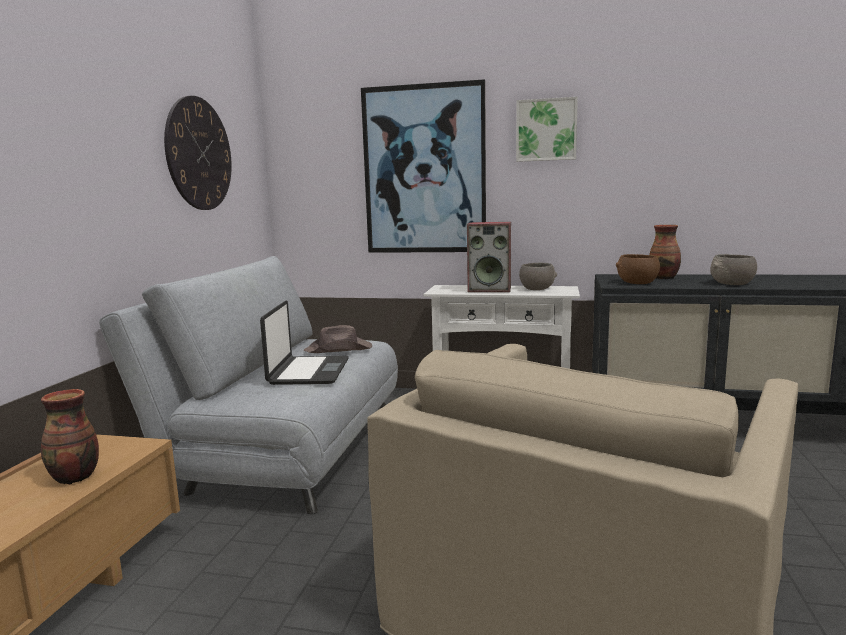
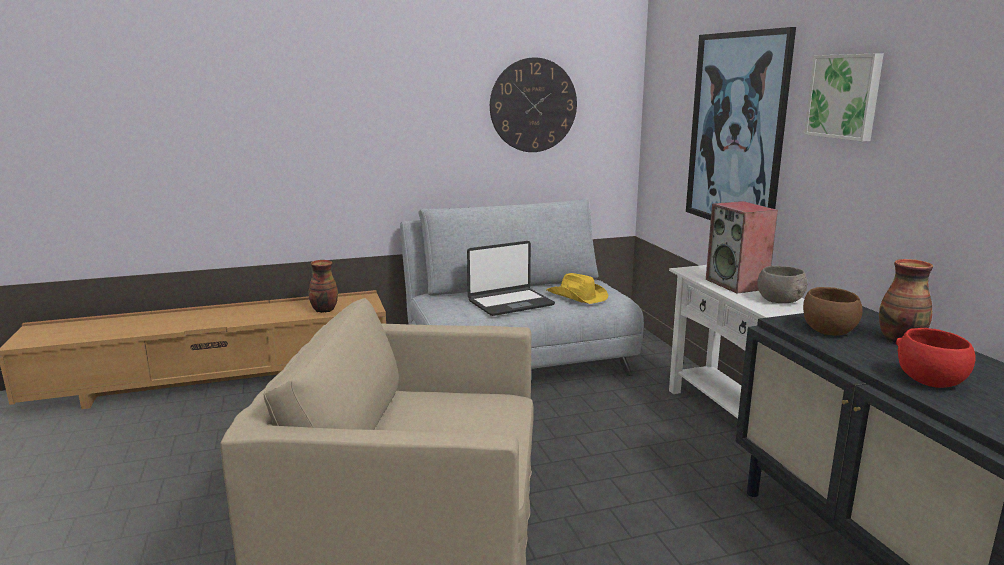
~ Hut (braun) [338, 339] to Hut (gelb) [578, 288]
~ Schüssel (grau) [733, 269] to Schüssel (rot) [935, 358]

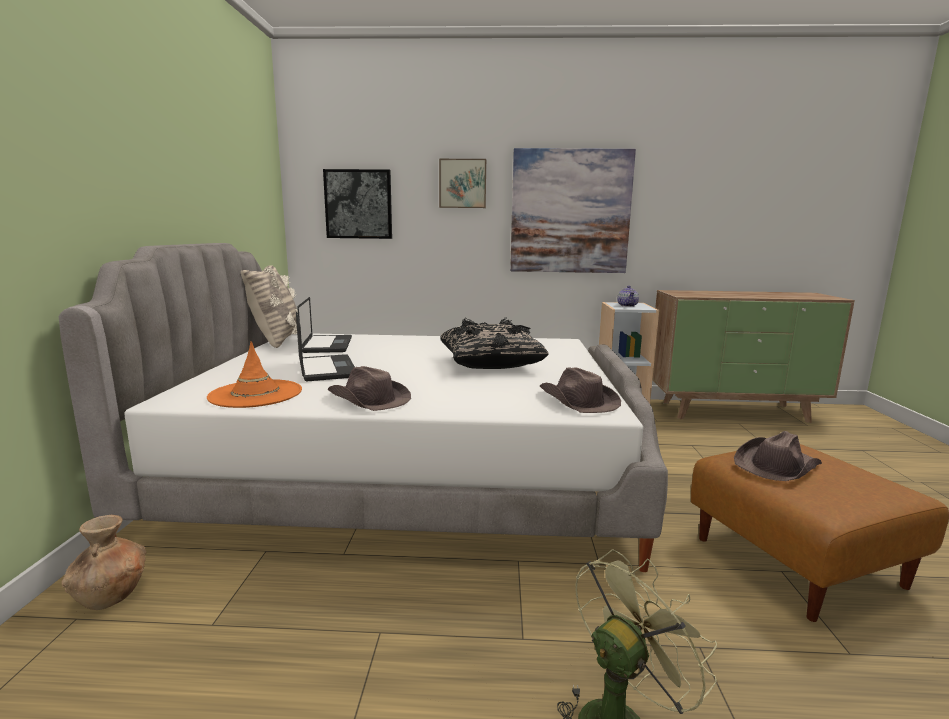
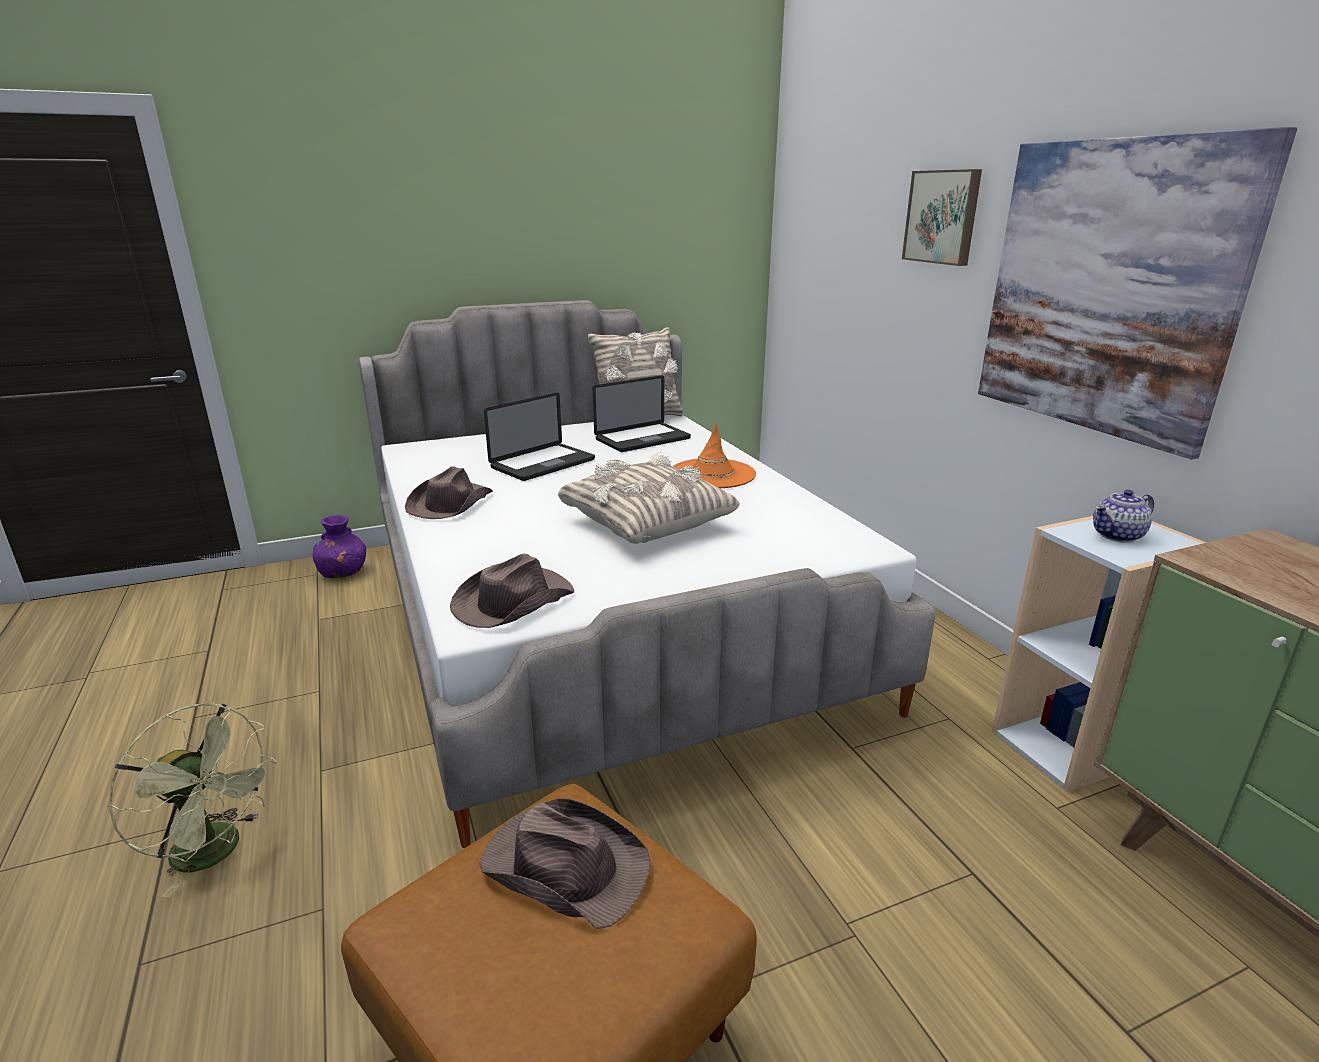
~ Vase (braun) [104, 562] to Vase (lila) [339, 546]
~ Kissen (schwarz) [494, 343] to Kissen (beige) [649, 497]
~ Hut (orange) [254, 374] to [714, 455]
- Bild [357, 204]

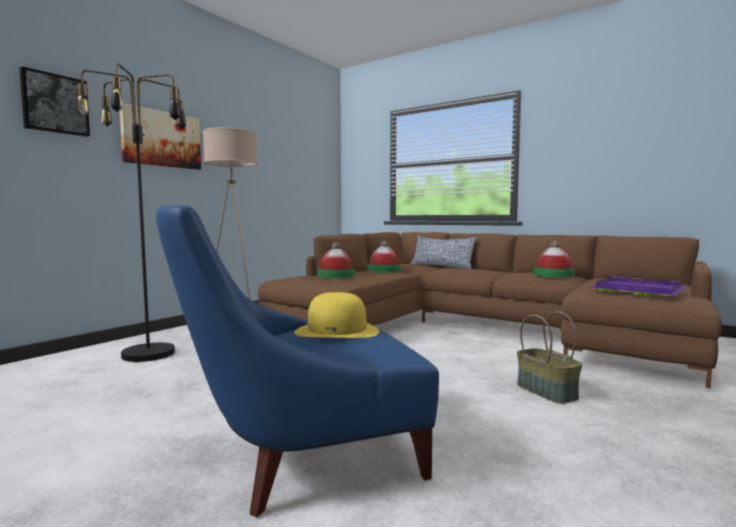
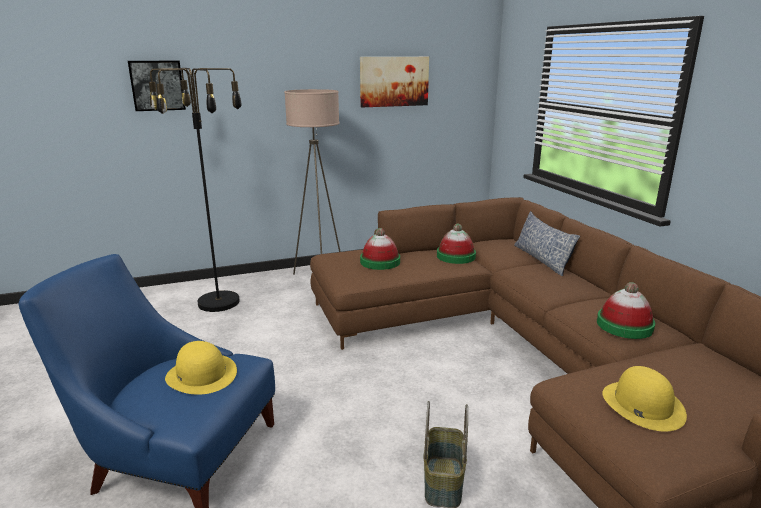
~ Bild [160, 136] to [394, 82]
~ Tablett (lila) [638, 286] to Hut (gelb) [644, 399]

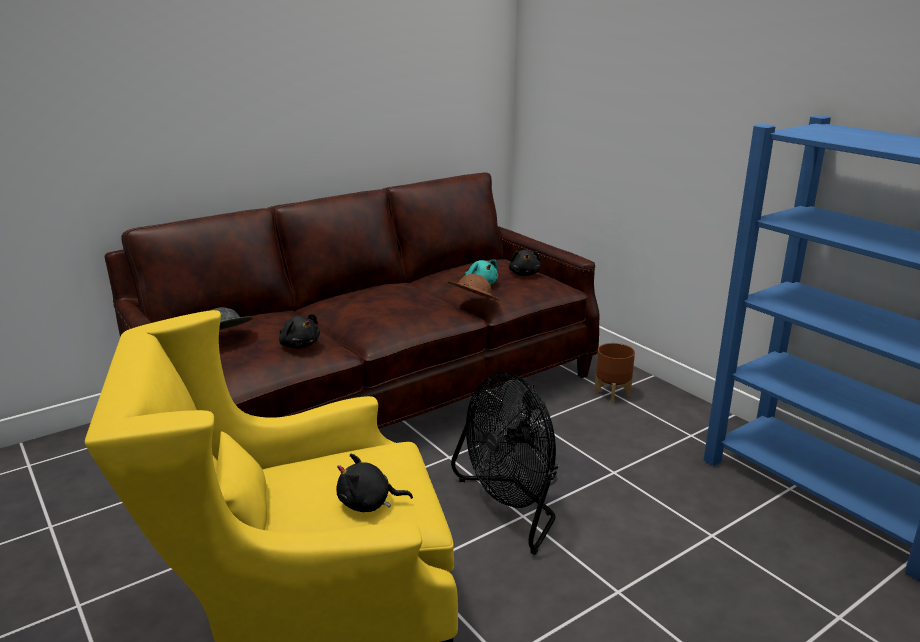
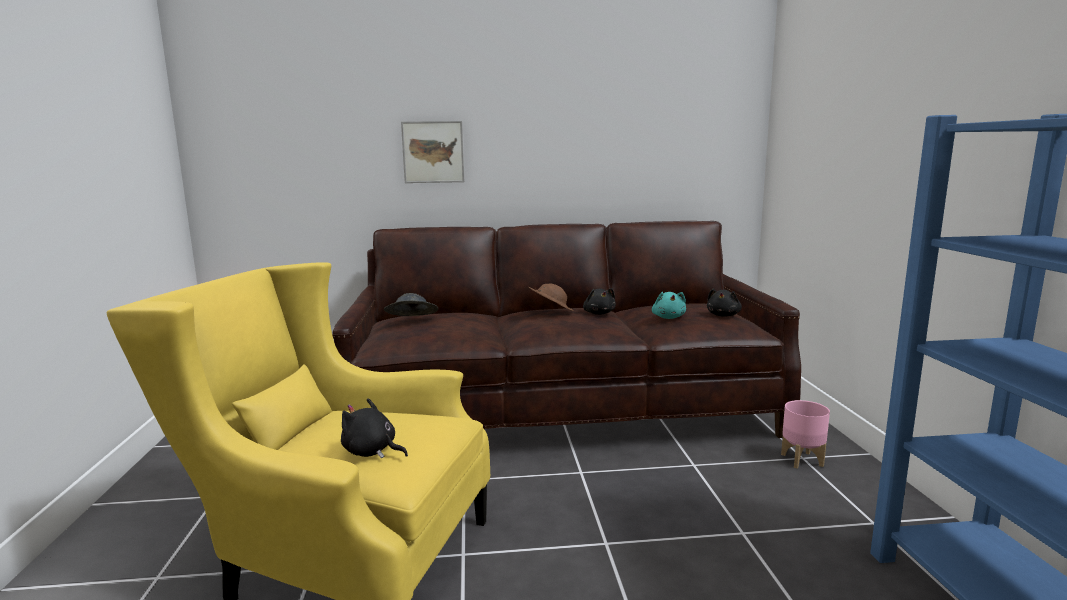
+ Bild [432, 152]
~ Hut (braun) [473, 287] to [551, 297]
~ Plüschtier (schwarz) [299, 331] to [599, 301]
~ Pflanzkübel (braun) [614, 373] to Pflanzkübel (rosa) [805, 434]
- Ventilator (schwarz) [505, 463]

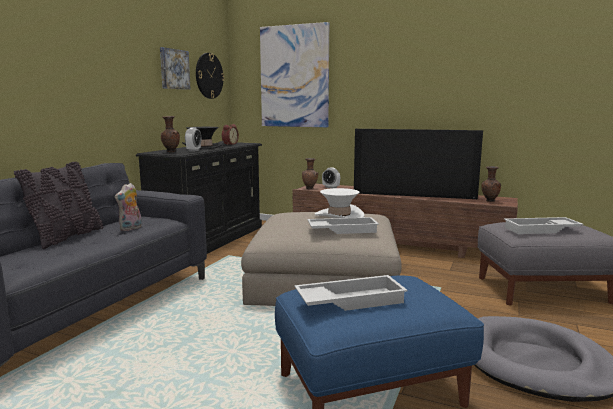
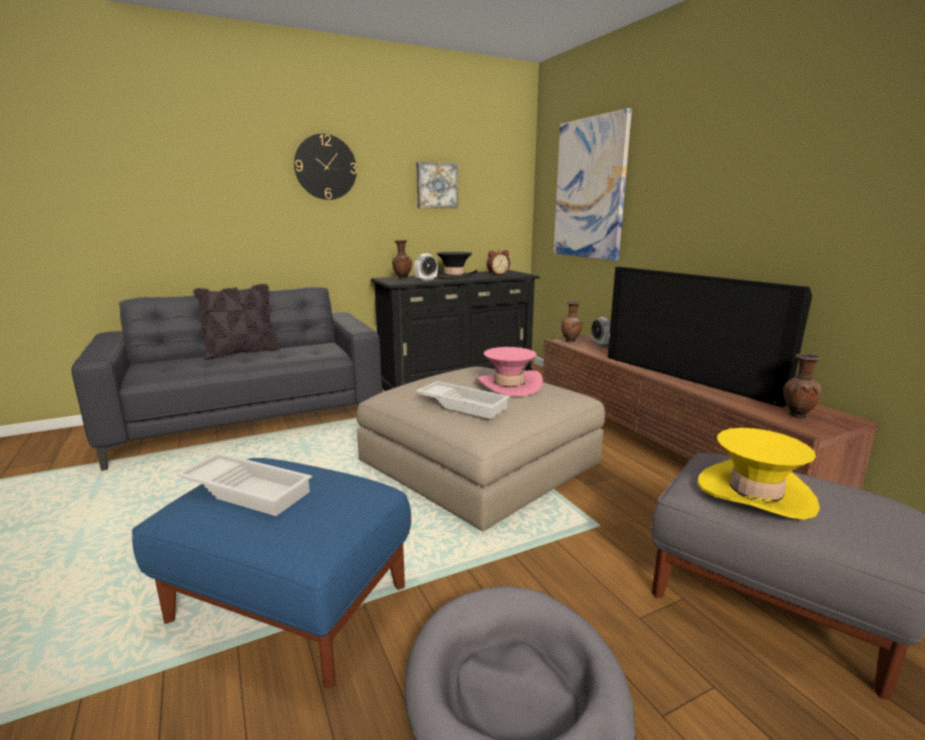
~ Wanduhr [210, 76] to [325, 167]
~ Hut (weiß) [340, 203] to Hut (rosa) [509, 371]
~ Tablett (weiß) [543, 225] to Hut (gelb) [758, 474]
- Plüschtier [128, 207]

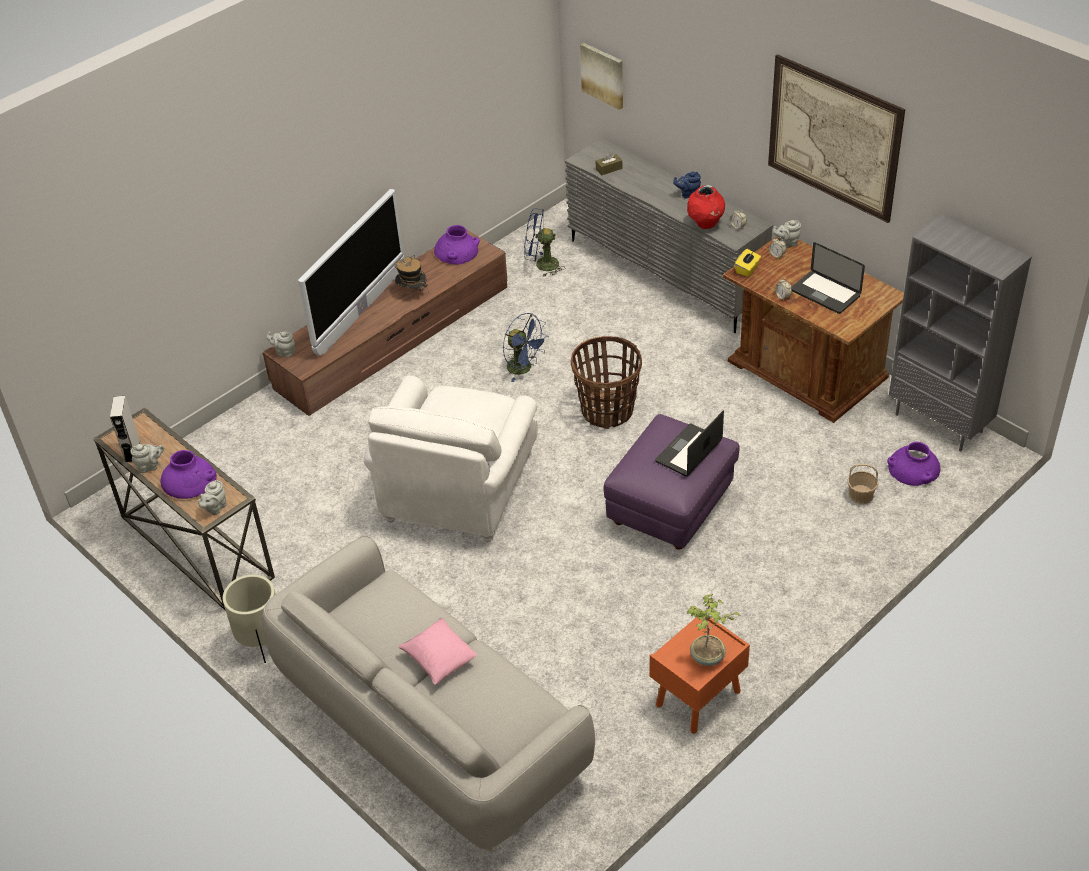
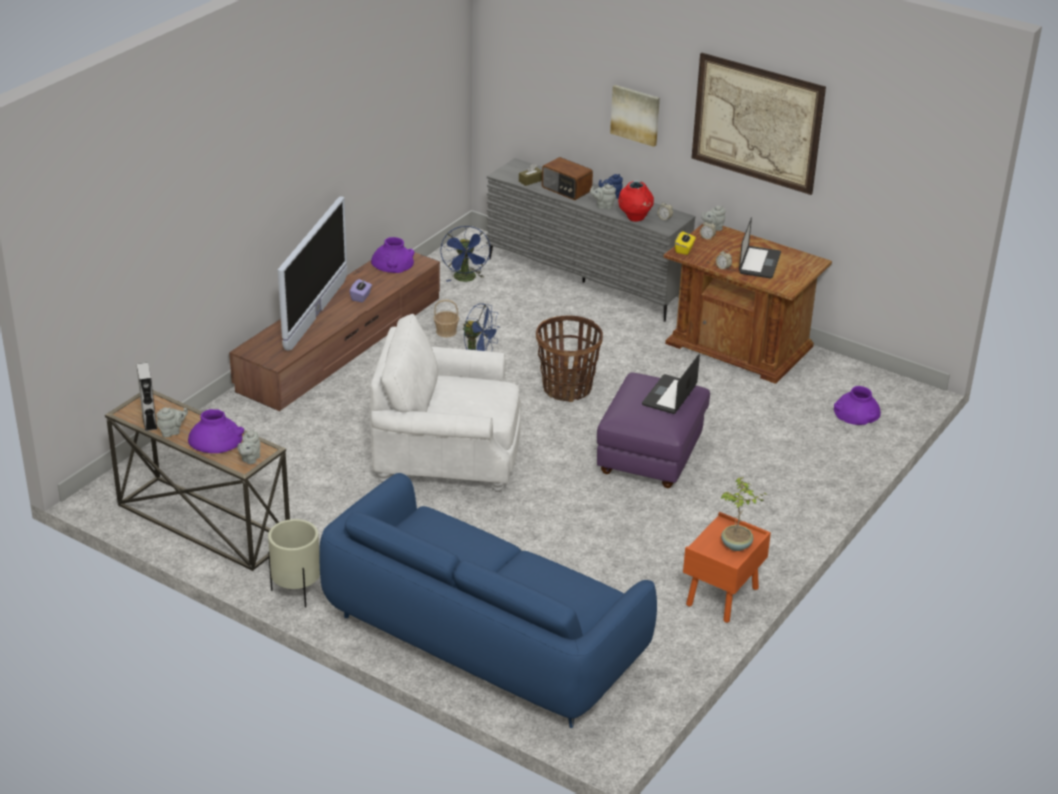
~ Sofa (grau) [428, 693] to Sofa (blau) [488, 600]
~ Hut [411, 273] to Taschentuchbox (lila) [360, 290]
~ Sessel (weiß) [451, 459] = [445, 403] 90 degrees clockwise
~ Korb [862, 484] to [446, 318]
~ Ventilator (blau) [545, 242] = [465, 254] 90 degrees counterclockwise
+ Radio [567, 178]
~ Teekanne (grau) [280, 344] to [603, 196]
~ Bild [601, 76] to [635, 116]
~ Laptop [828, 278] = [760, 248] 105 degrees counterclockwise
- Kissen (rosa) [437, 651]
- Bücherregal (grau) [960, 332]

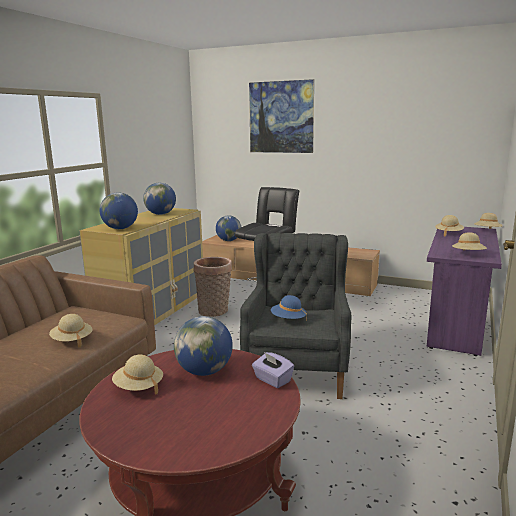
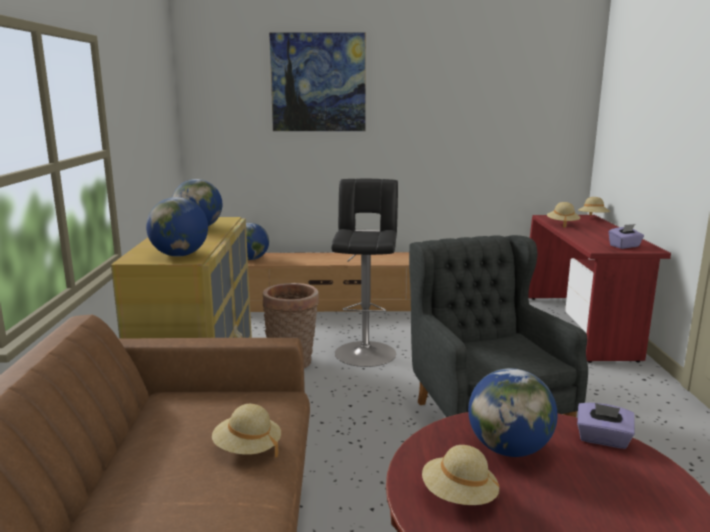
~ Schreibtisch (lila) [464, 291] to Schreibtisch (rot) [600, 289]
~ Hut (beige) [469, 241] to Taschentuchbox (lila) [626, 236]
- Hut (blau) [289, 308]

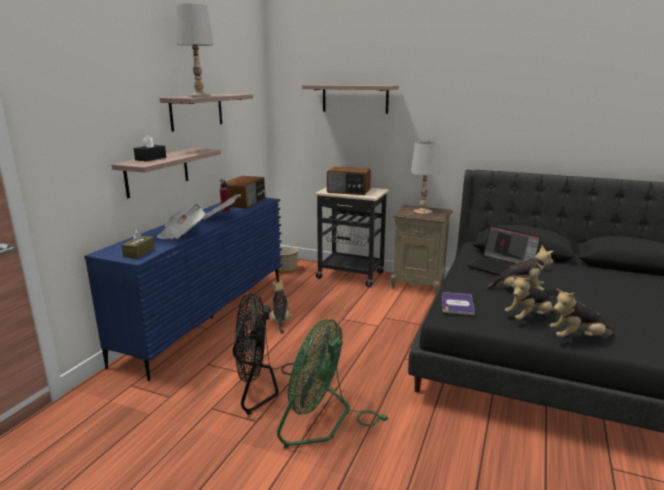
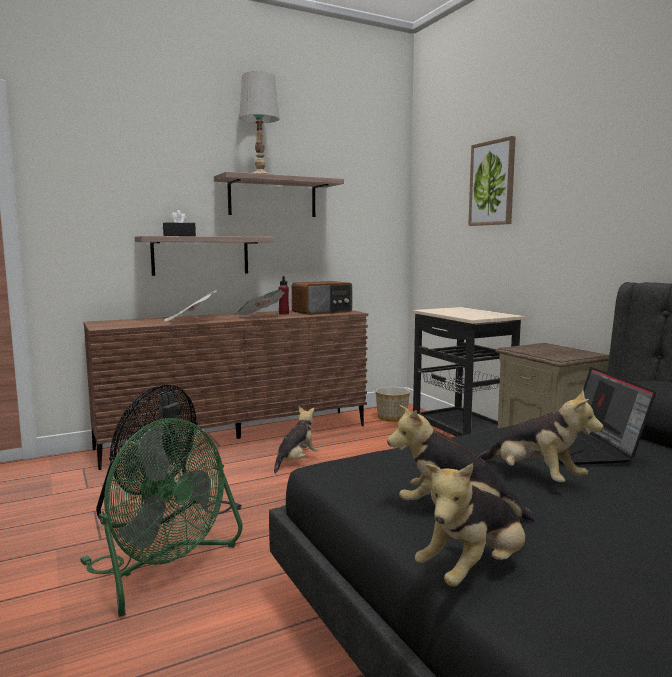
~ Ventilator (grün) [332, 383] = [161, 517] 150 degrees clockwise
~ Kommode (blau) [183, 289] to Kommode (braun) [225, 390]
~ Plüschtier [582, 313] = [470, 525] 75 degrees counterclockwise
~ Wandregal [350, 99] to Bild [492, 181]
- Taschentuchbox (braun) [138, 244]
- Radio [349, 181]
- Tischlampe (weiß) [425, 177]
- Buch [458, 303]

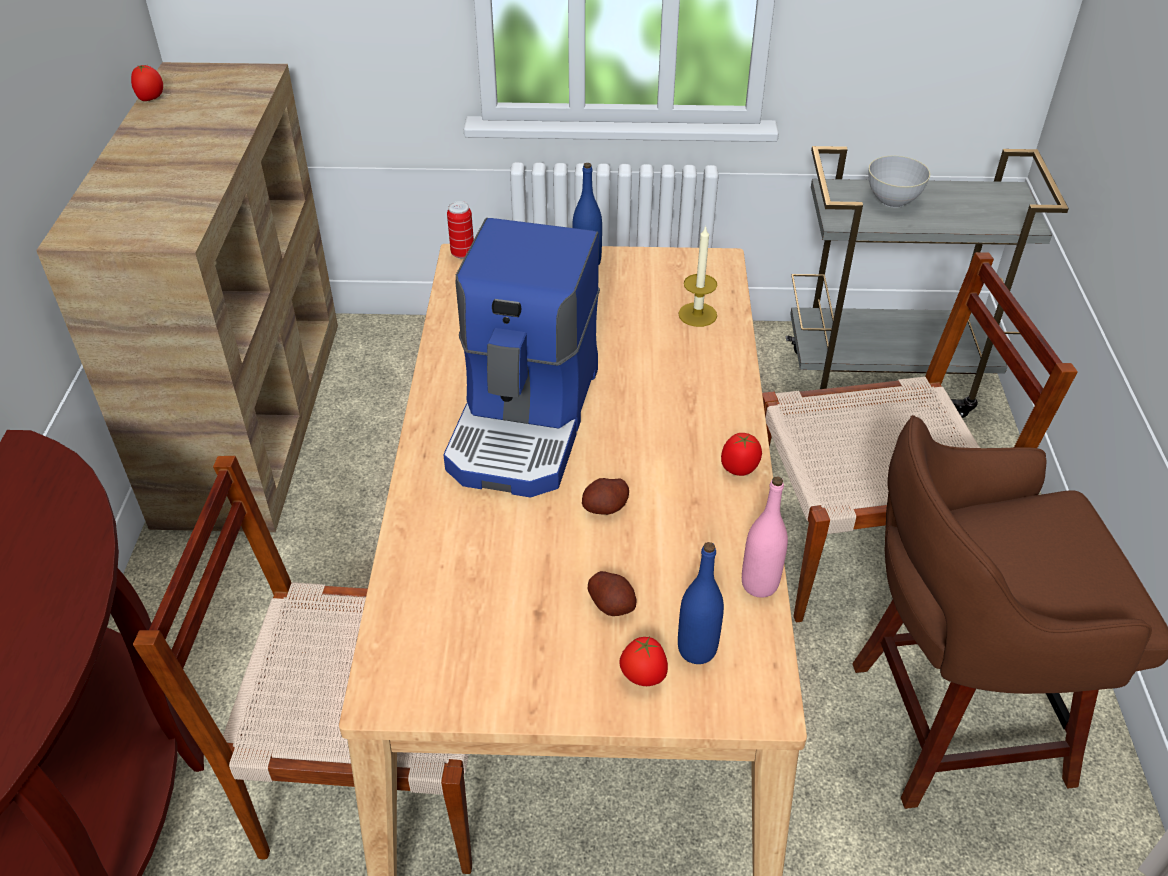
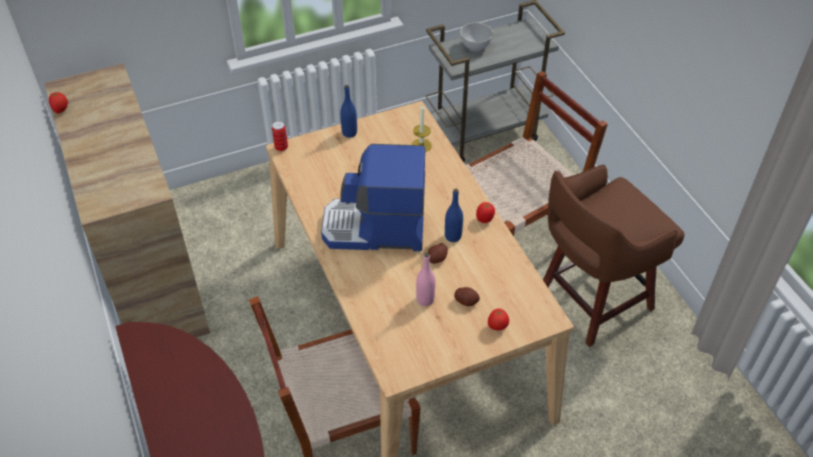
~ Kaffeemaschine [521, 358] = [373, 197] 105 degrees clockwise
~ Flasche (rosa) [765, 537] to [426, 279]
~ Flasche (blau) [701, 603] to [454, 215]

